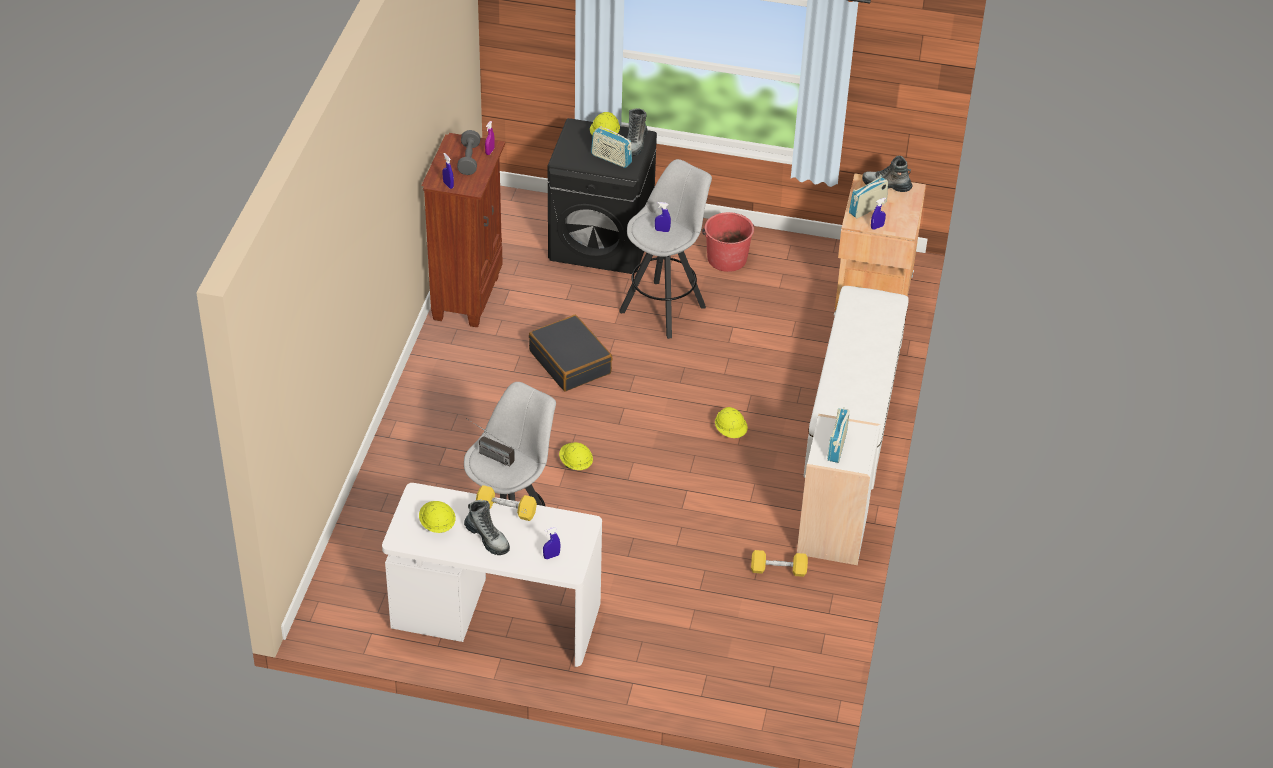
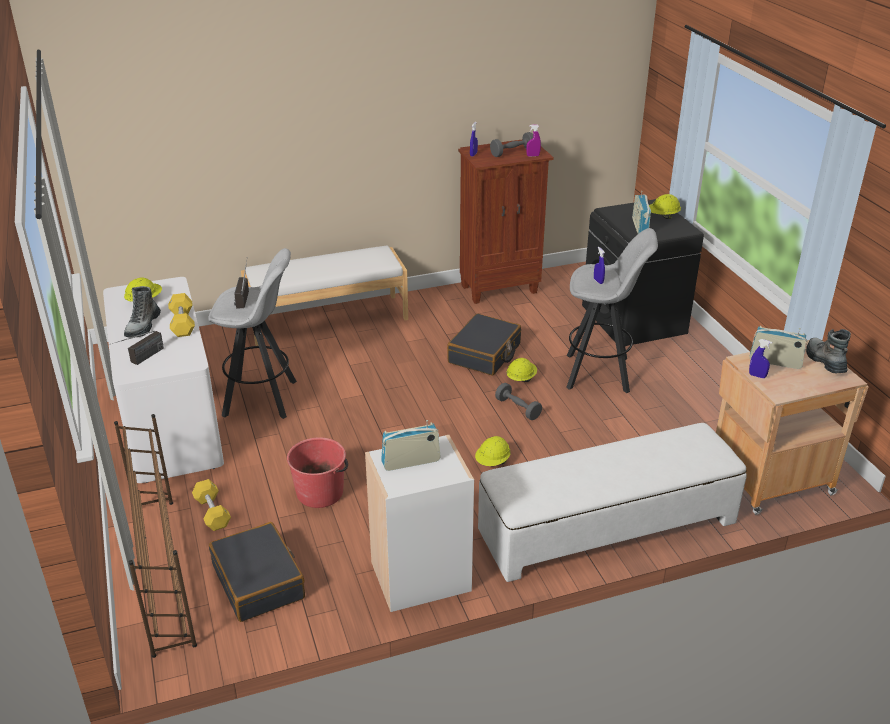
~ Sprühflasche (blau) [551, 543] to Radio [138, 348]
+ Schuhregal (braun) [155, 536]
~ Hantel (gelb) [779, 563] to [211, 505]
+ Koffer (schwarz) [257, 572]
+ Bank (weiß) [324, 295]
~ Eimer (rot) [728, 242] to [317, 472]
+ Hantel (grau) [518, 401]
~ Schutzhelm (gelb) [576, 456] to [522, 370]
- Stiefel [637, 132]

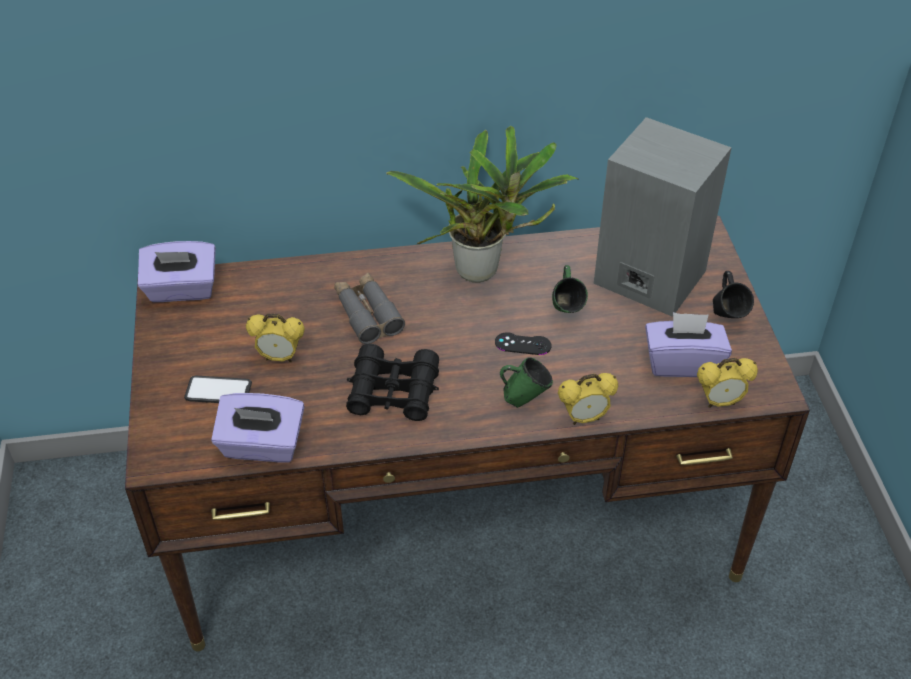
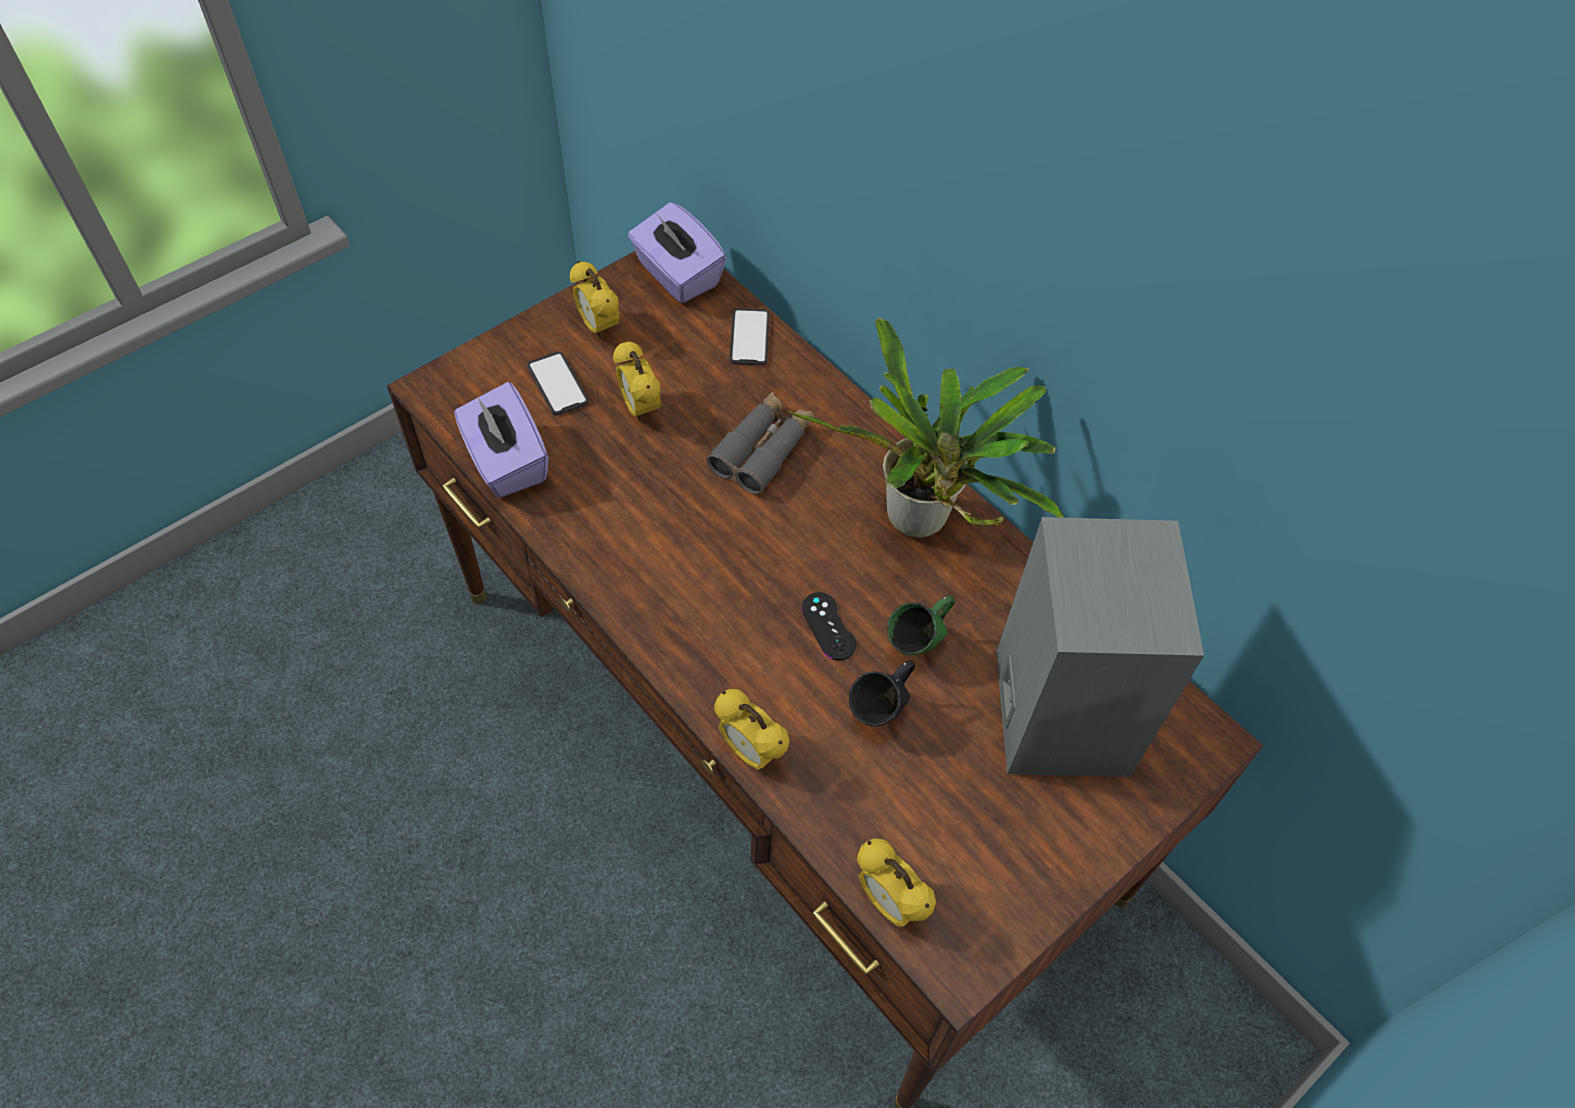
+ Wecker [595, 300]
+ Handy [749, 336]
~ Henkelbecher (schwarz) [733, 294] to [882, 693]
- Fernglas (schwarz) [392, 382]
- Henkelbecher (grün) [526, 382]
- Taschentuchbox (lila) [688, 344]

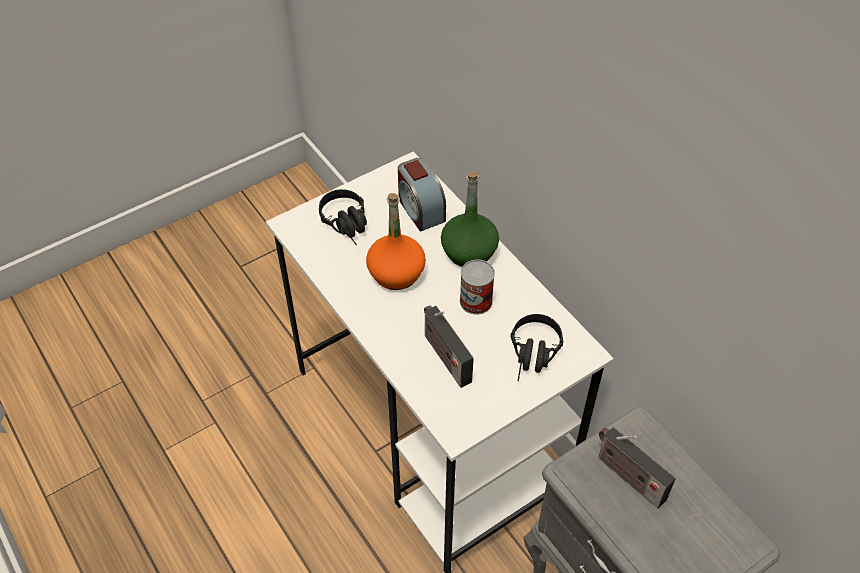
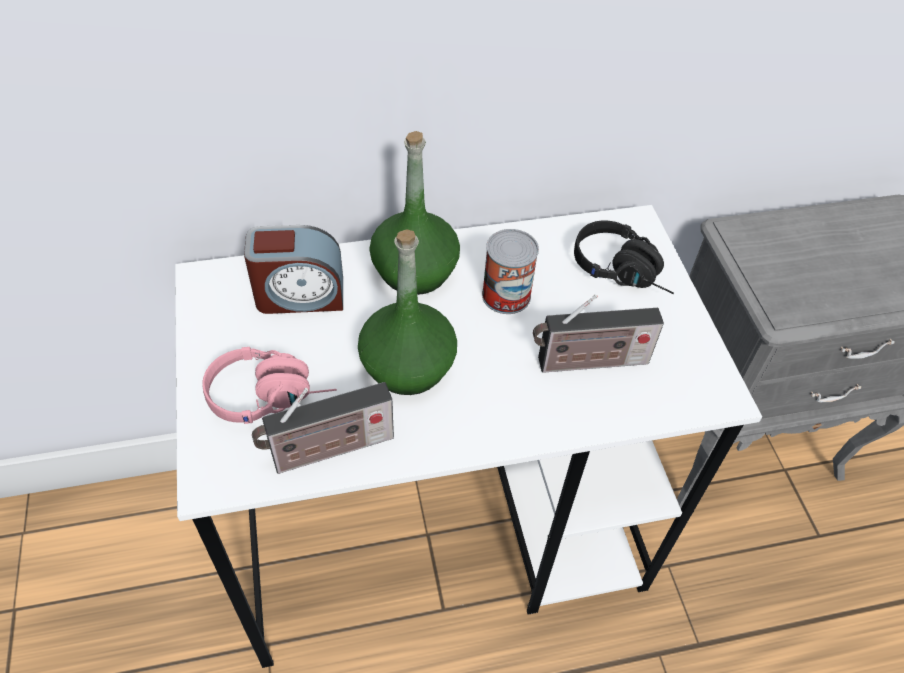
~ Kopfhörer (schwarz) [343, 217] to Kopfhörer (rosa) [269, 385]
~ Radio [637, 467] to [323, 428]
~ Flasche (orange) [396, 241] to Flasche (grün) [407, 312]

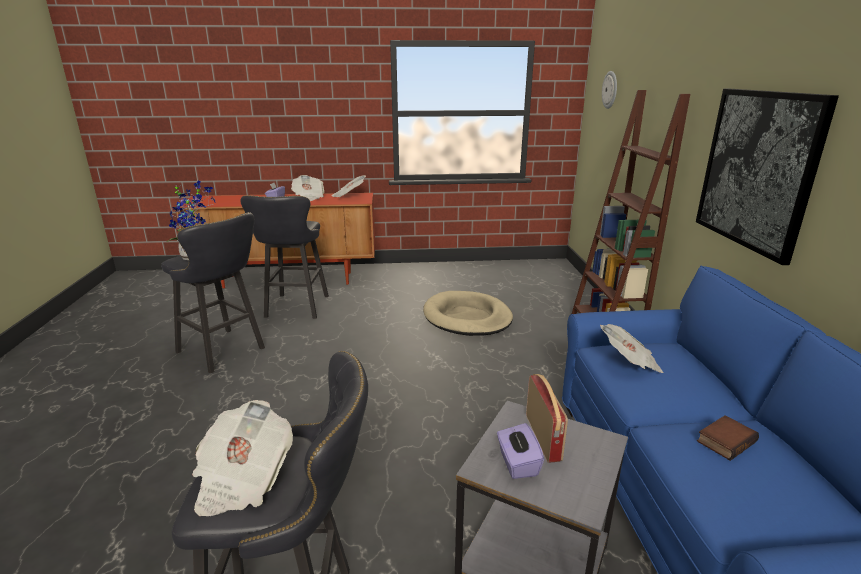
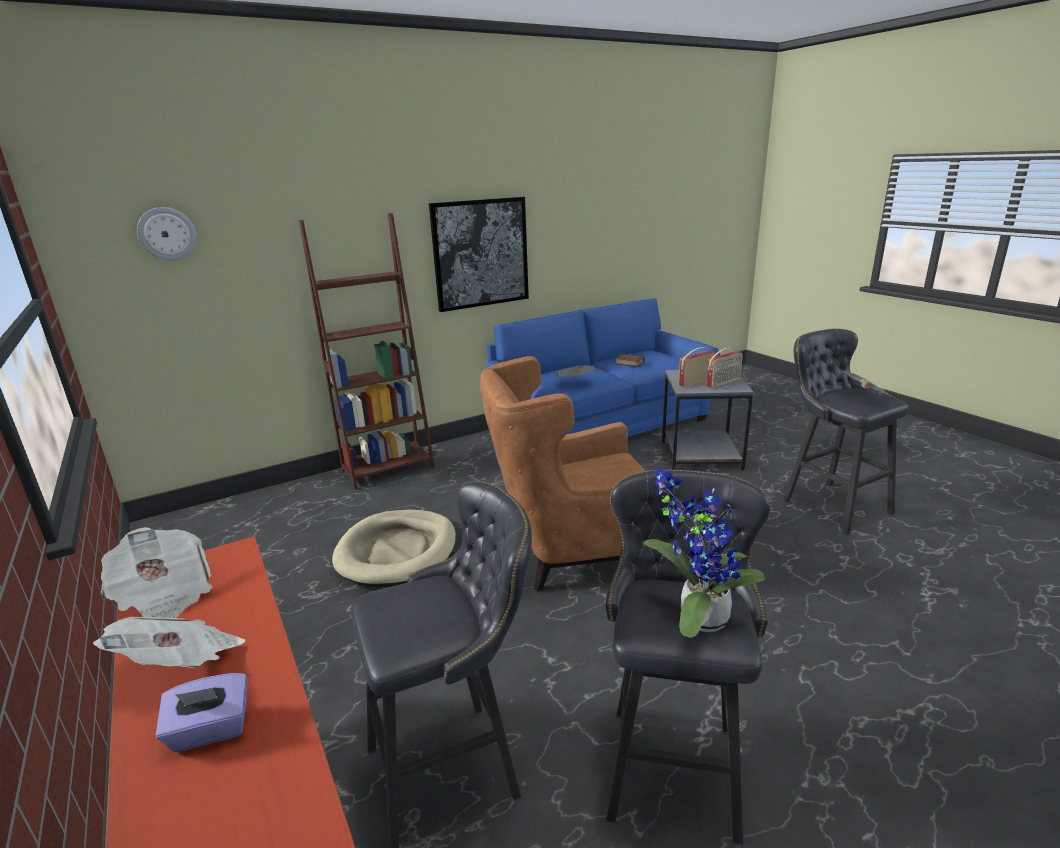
+ Sessel (braun) [562, 473]
~ Taschentuchbox (lila) [520, 451] to Radio [724, 368]

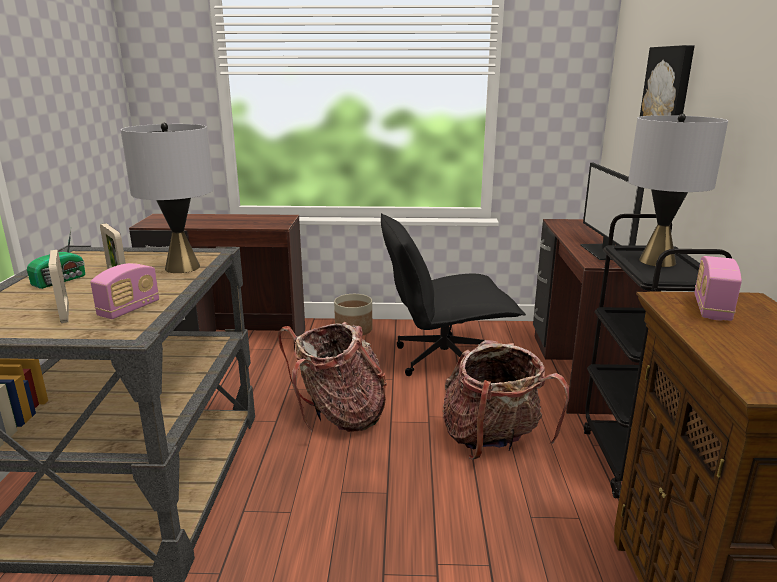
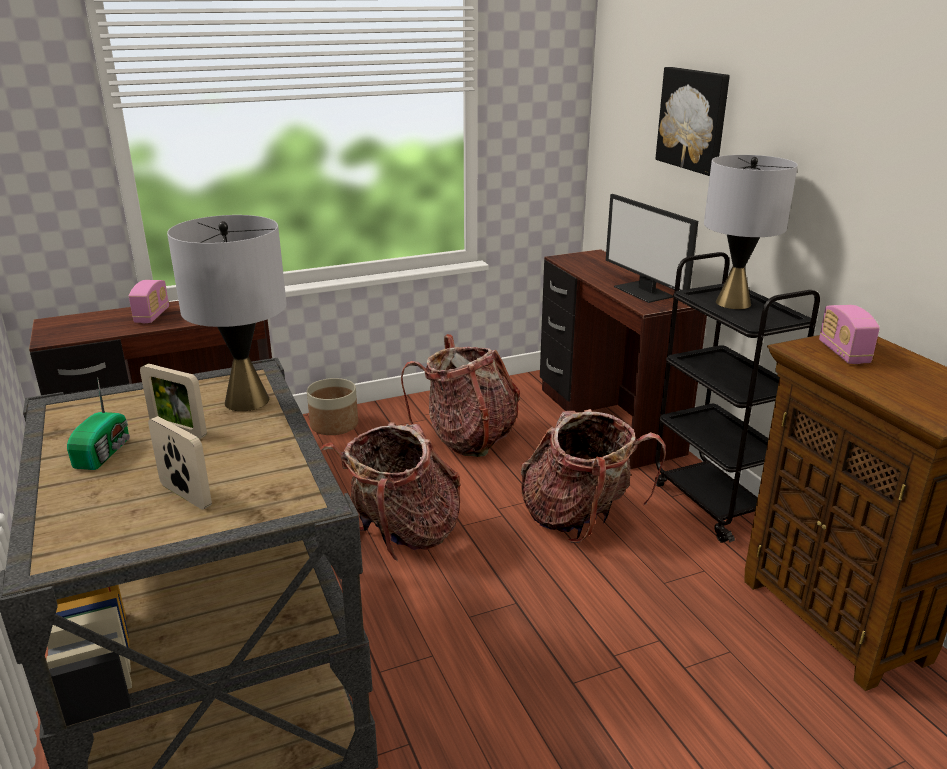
~ Radio [124, 291] to [149, 301]
~ Bürostuhl (schwarz) [453, 294] to Rucksack [460, 395]

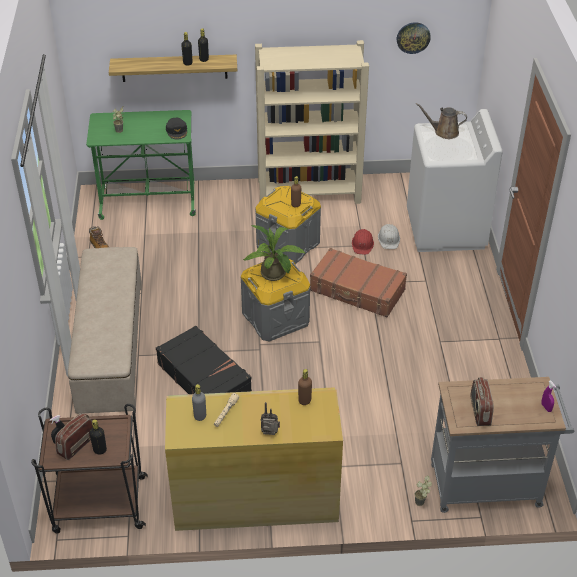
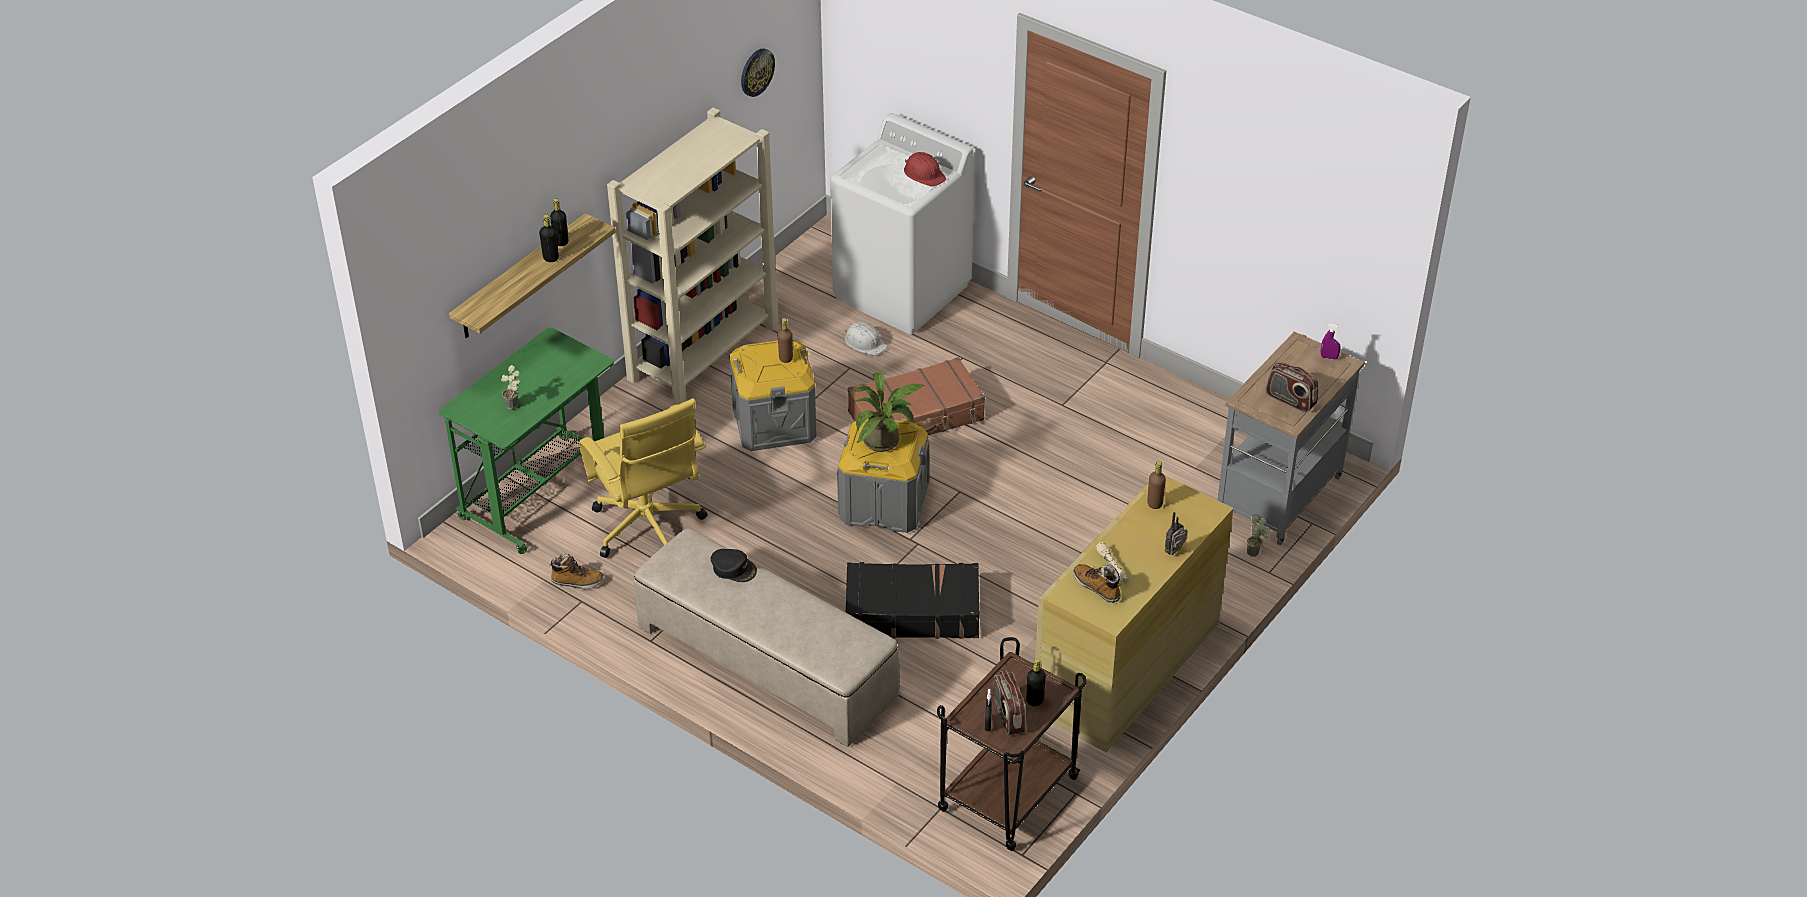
+ Bürostuhl (gelb) [643, 478]
~ Kappe (schwarz) [176, 129] to [734, 565]
~ Schutzhelm (rot) [363, 242] to [925, 169]
~ Flasche (grau) [199, 402] to Stiefel [1097, 583]
- Gießkanne (braun) [441, 121]

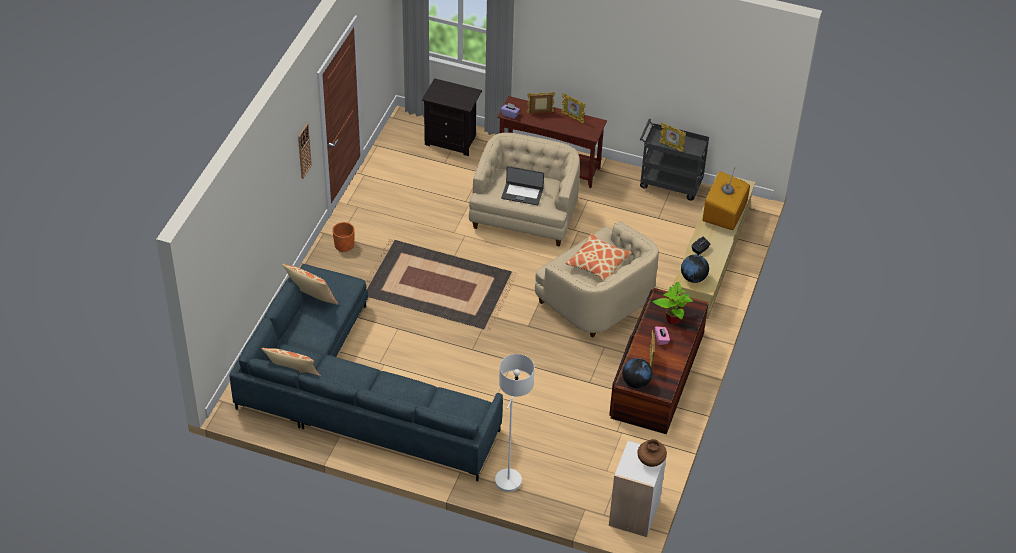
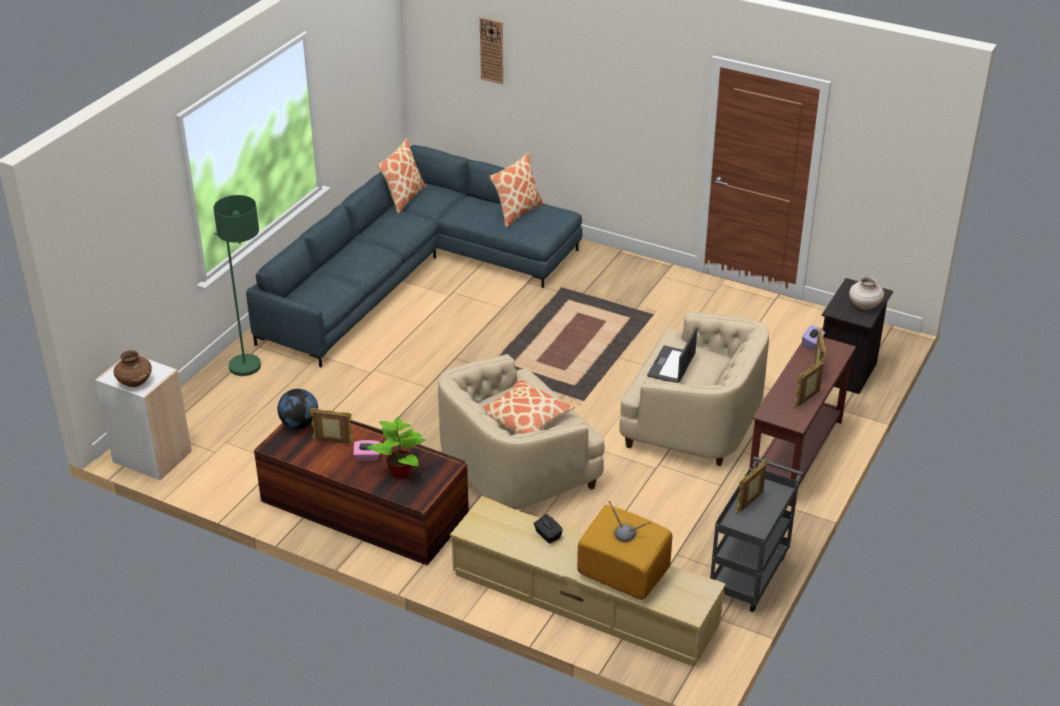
~ Stehlampe (weiß) [515, 423] to Stehlampe (grün) [237, 285]
~ Wanduhr [305, 151] to [491, 50]
+ Vase (beige) [866, 293]
- Pflanzkübel (orange) [343, 237]
- Globus [695, 269]

